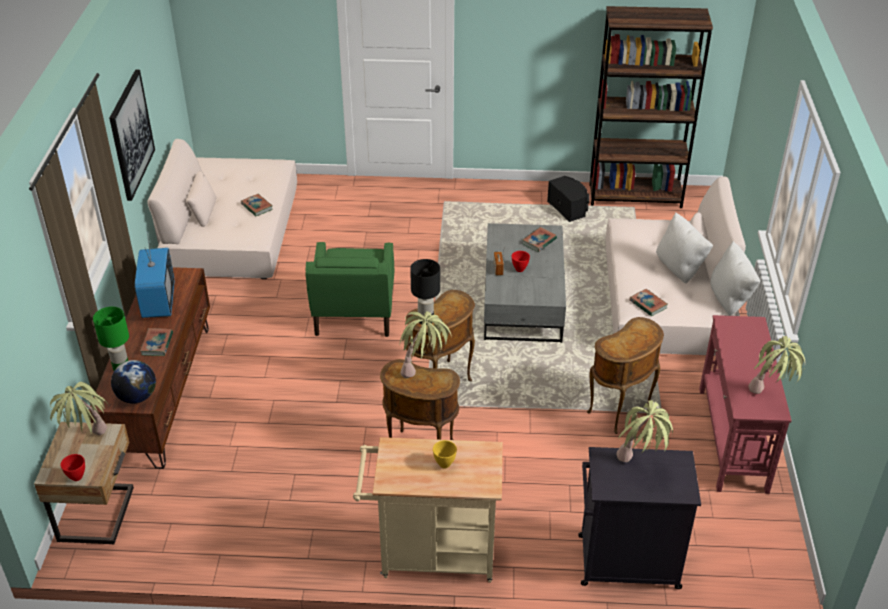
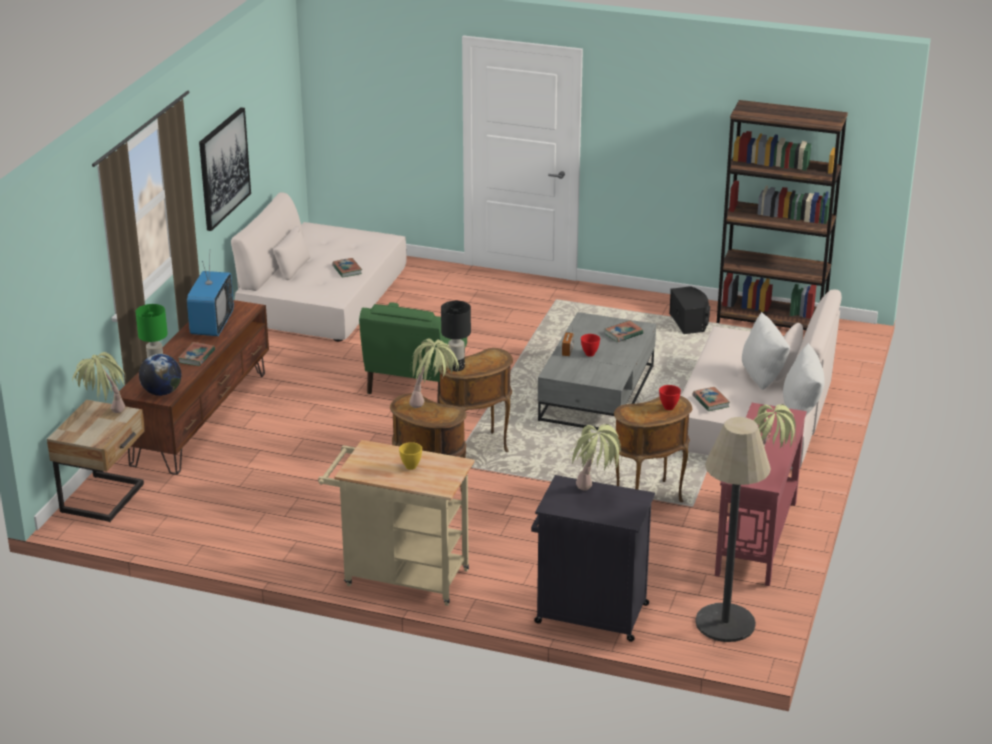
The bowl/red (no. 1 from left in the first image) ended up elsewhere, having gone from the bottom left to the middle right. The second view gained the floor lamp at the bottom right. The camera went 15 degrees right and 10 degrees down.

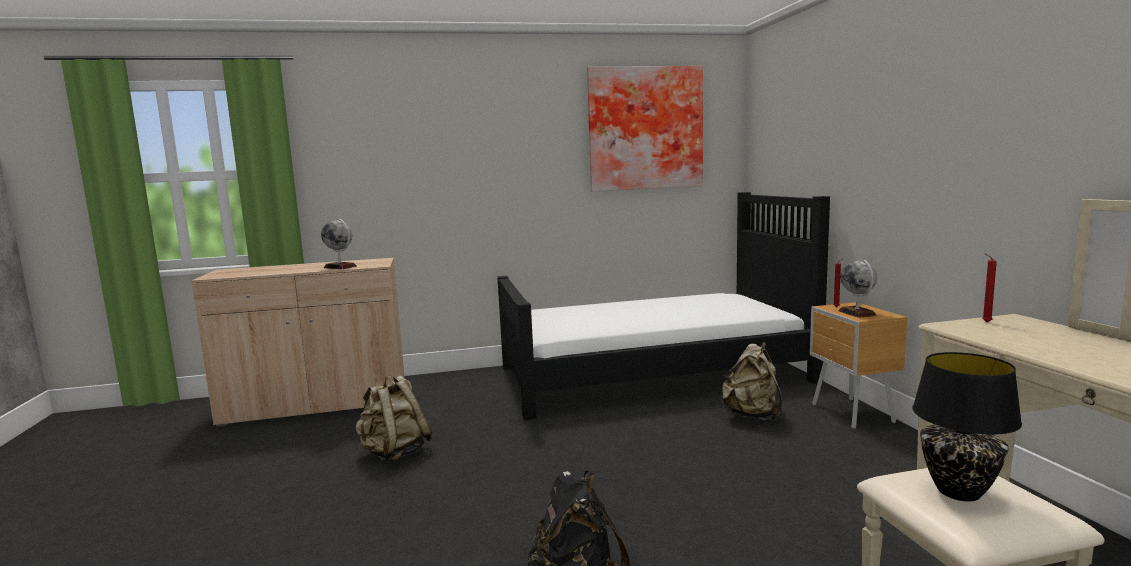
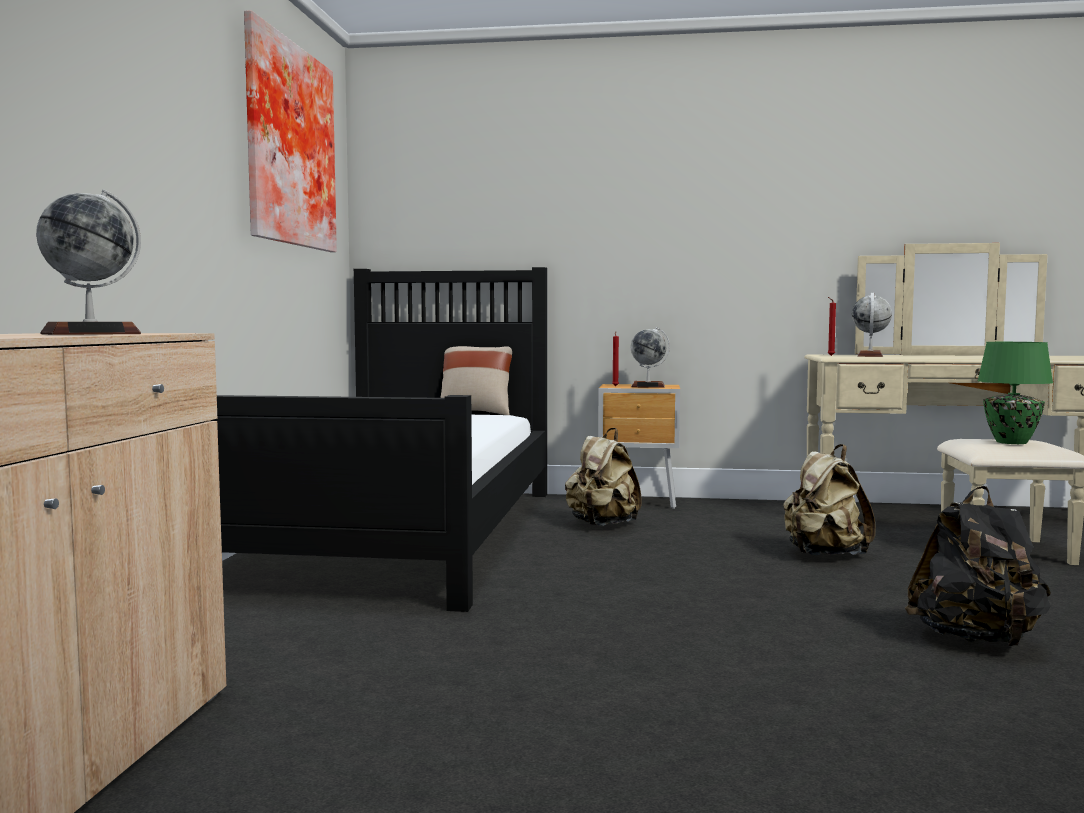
The second view gained the pillow/beige at the centre. The backpack/beige (no. 1 from left in the first image) ended up elsewhere, having gone from the bottom centre to the middle right. The second view gained the globe (no. 3 from left) at the middle right. What was the table lamp/black at the bottom right turned into the table lamp/green at the middle right. The camera went 70 degrees left and 5 degrees down.

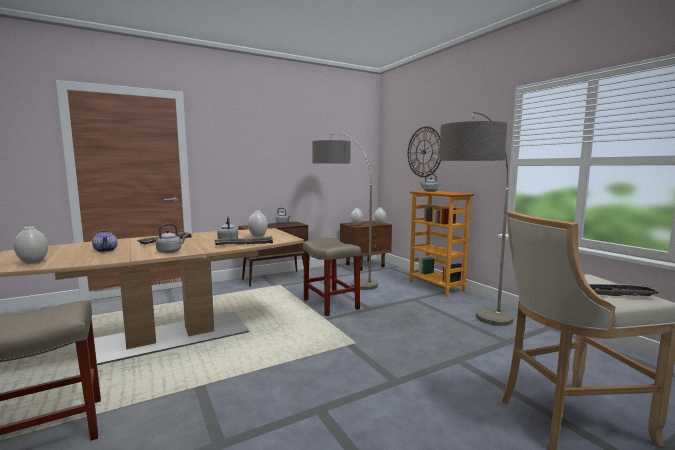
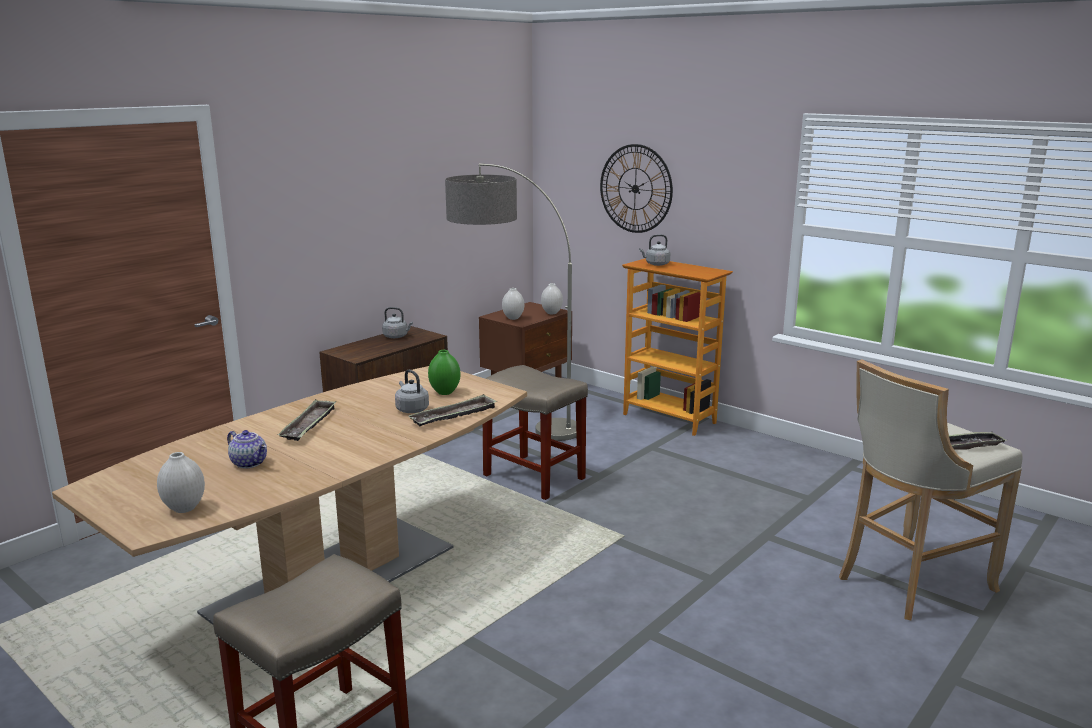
What was the vase/white (no. 2 from left) at the centre turned into the vase/green at the centre. The second view lost the kettle/grey (no. 1 from left) at the middle left. The second view lost the floor lamp (no. 2 from left) at the middle right. The camera went 20 degrees left and 10 degrees up.

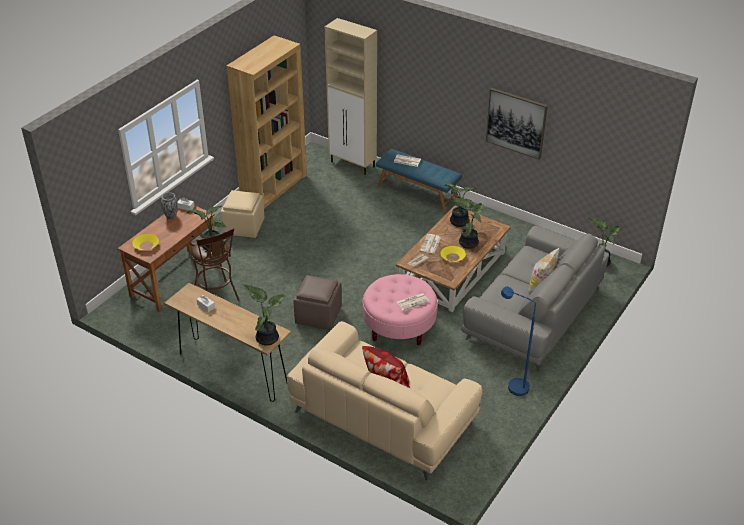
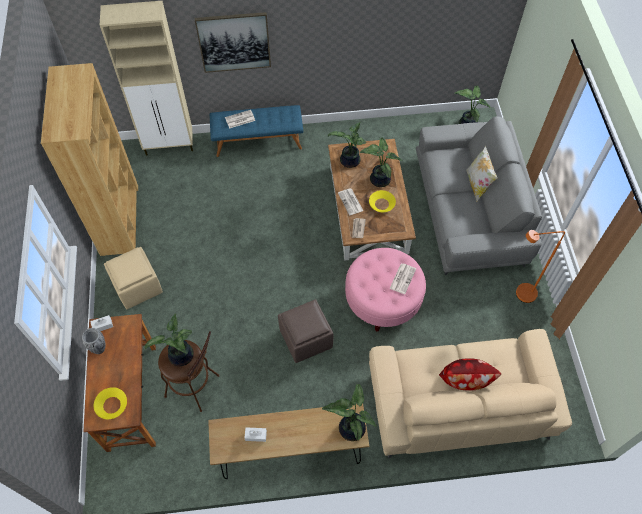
The picture ended up elsewhere, having gone from the top right to the top centre. What was the floor lamp/blue at the middle right turned into the floor lamp/orange at the middle right. The camera went 40 degrees left and 20 degrees up.

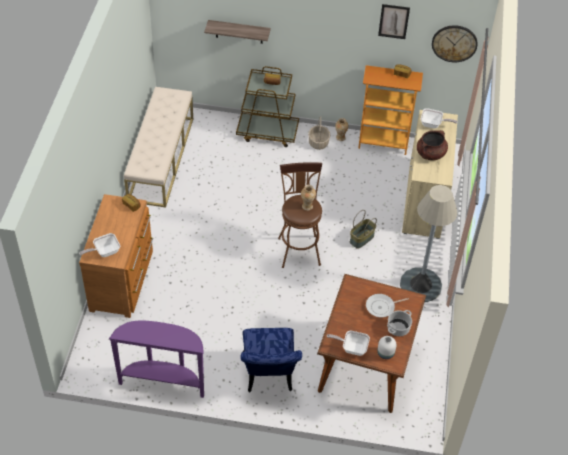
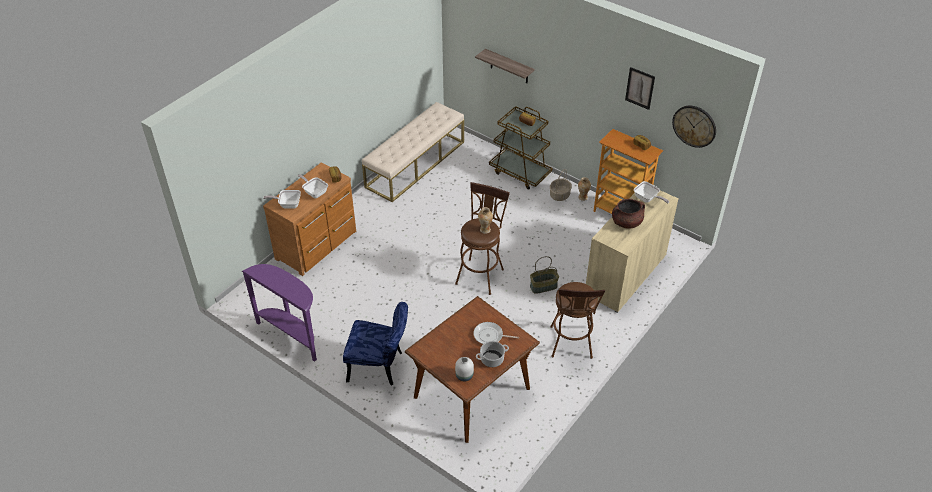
The frying pan (no. 2 from left) ended up elsewhere, having gone from the bottom centre to the centre. The chair/blue at the bottom centre ended up facing another way, 105 degrees counterclockwise from before. Where the floor lamp/grey stood at the middle right, the stool/brown (no. 2 from left) came to stand at the centre. The camera went 30 degrees right and 5 degrees down.

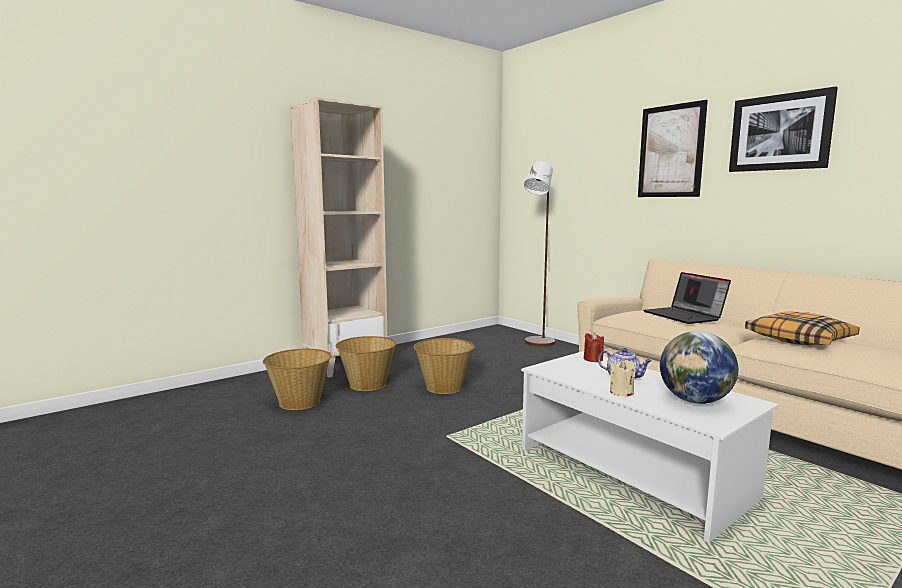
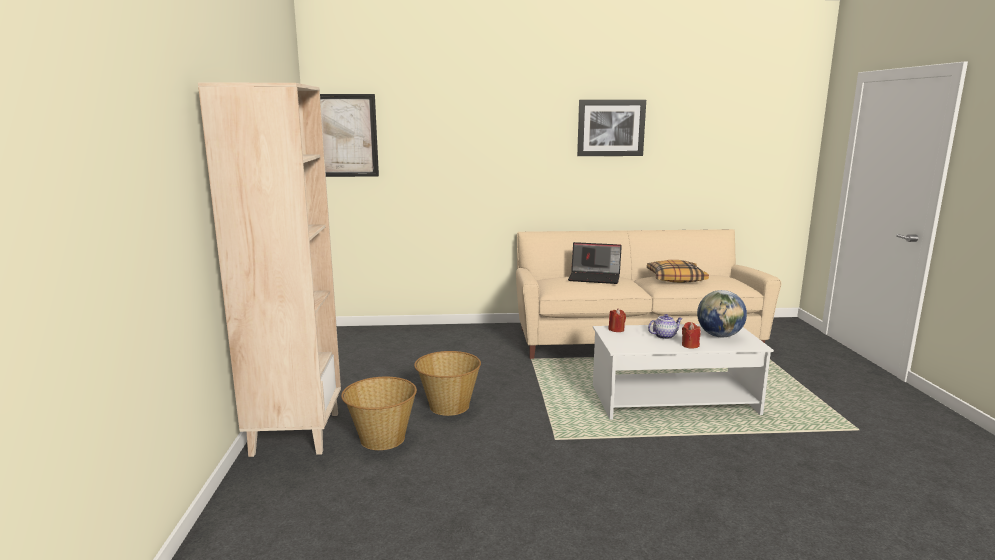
The picture (no. 1 from left) ended up elsewhere, having gone from the top right to the top centre. What was the candle/beige at the middle right turned into the candle/red (no. 2 from left) at the middle right. The second view lost the basket (no. 1 from left) at the middle left. The second view lost the floor lamp/brown at the centre. The camera went 55 degrees left and 5 degrees up.

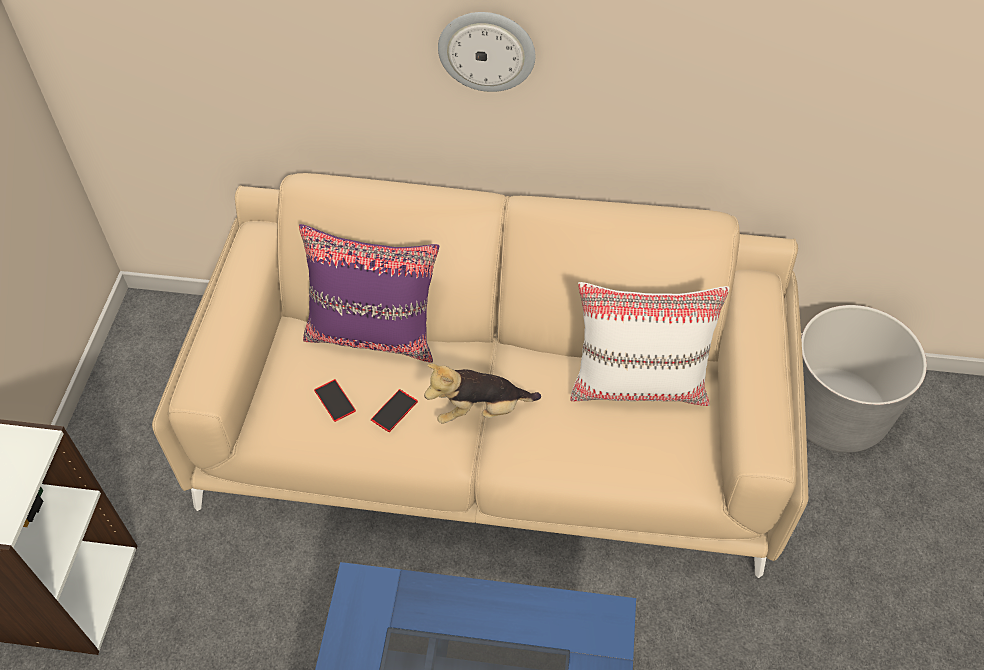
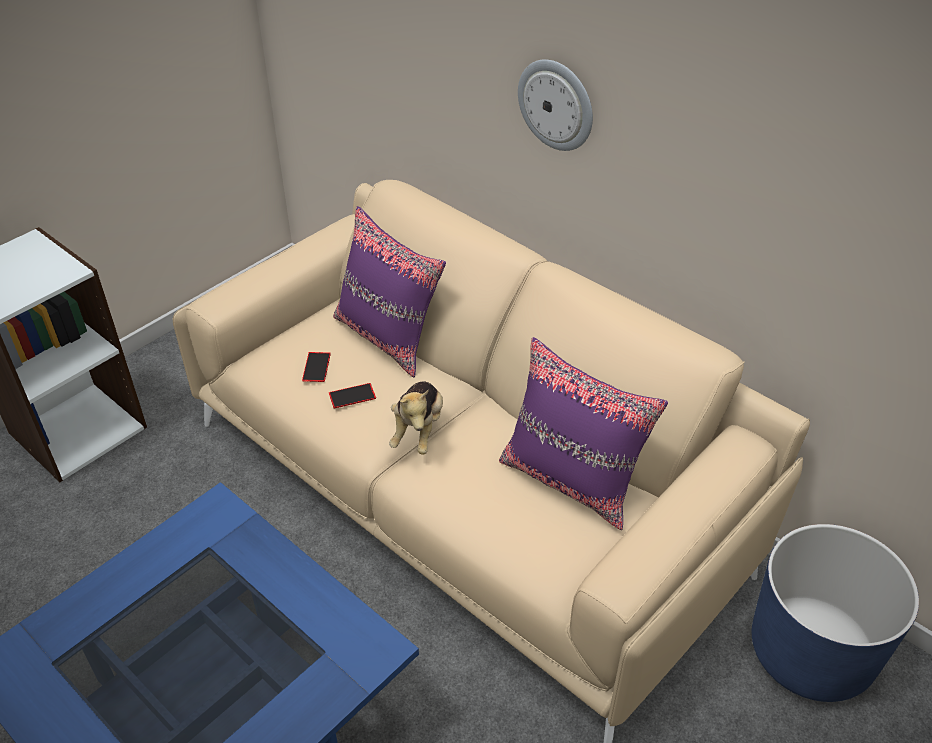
The plush toy at the centre ended up facing another way, 105 degrees counterclockwise from before. What was the pillow/white at the centre turned into the pillow/purple (no. 2 from left) at the centre. What was the planter/grey at the middle right turned into the planter/blue at the bottom right. The camera went 35 degrees right and 10 degrees down.

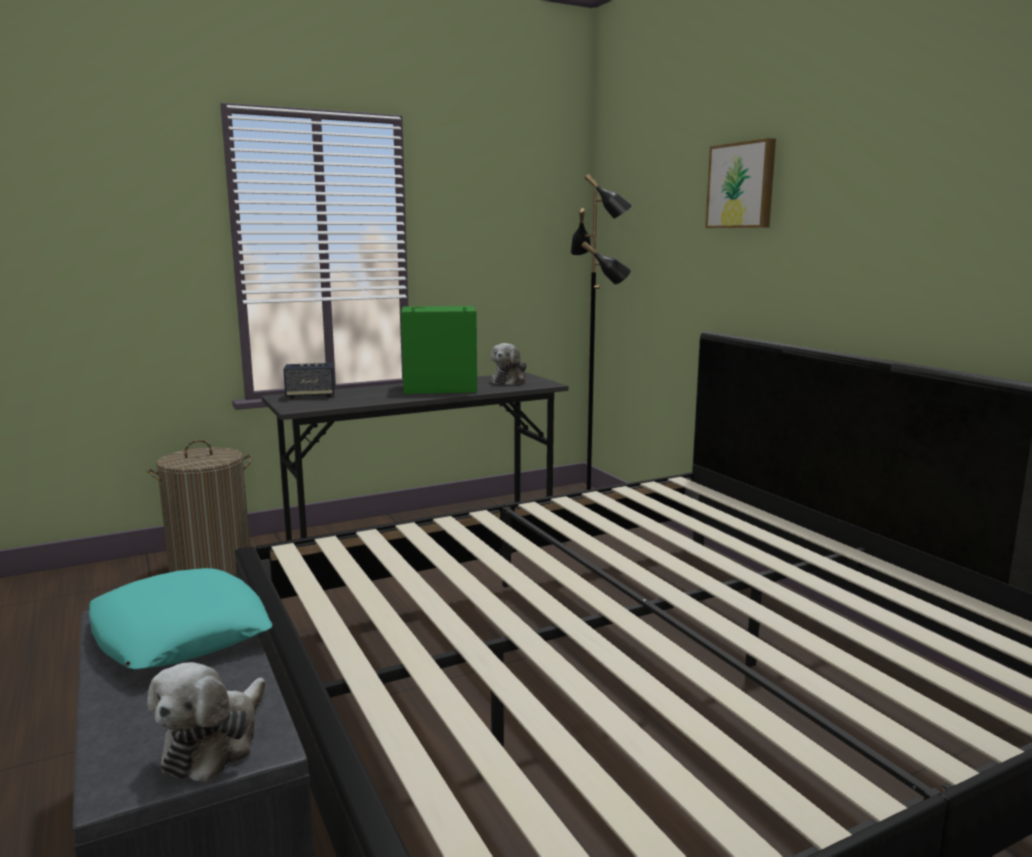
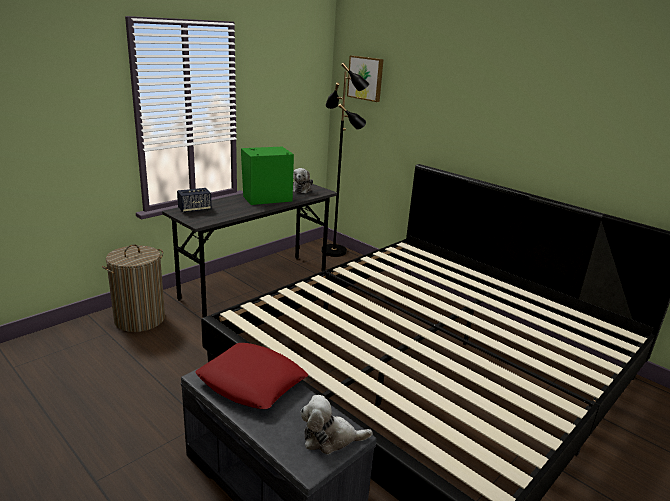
What was the pillow/turquoise at the bottom left turned into the pillow/red at the bottom centre. The plush toy (no. 1 from left in the first image) at the bottom left ended up facing another way, 90 degrees clockwise from before. The picture ended up elsewhere, having gone from the top right to the top centre. The camera went 20 degrees left and 10 degrees up.

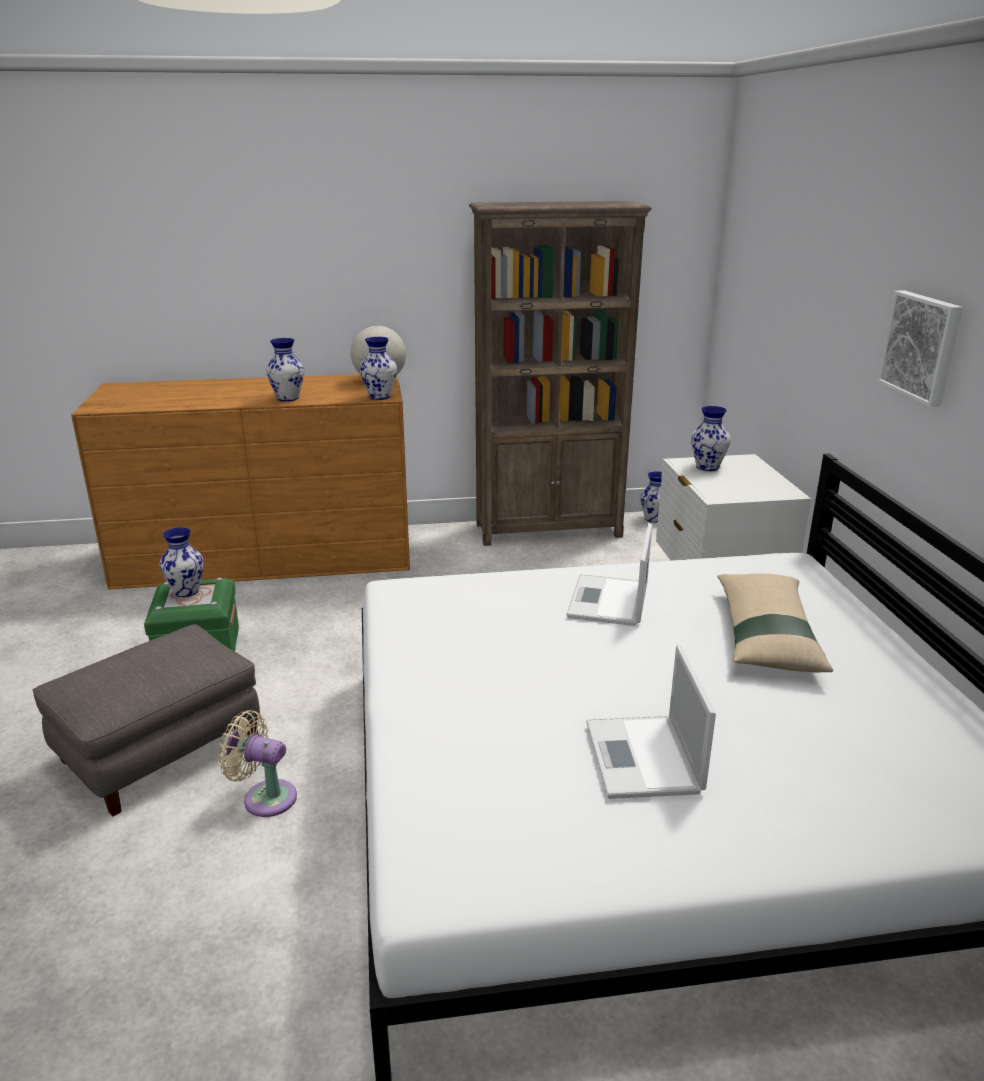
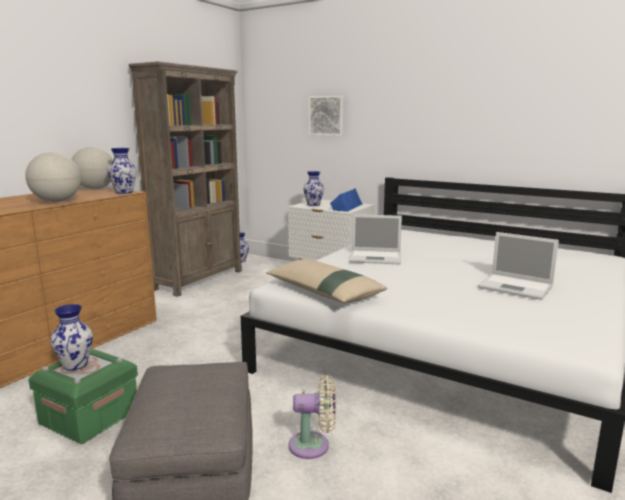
Where the vase (no. 2 from left) stood at the middle left, the globe (no. 1 from left) came to stand at the middle left. The pillow/beige ended up elsewhere, having gone from the middle right to the centre. The fan/beige at the bottom left ended up facing another way, 150 degrees counterclockwise from before. The picture ended up elsewhere, having gone from the top right to the top centre. The second view gained the speaker/blue at the centre. The laptop (no. 1 from left) at the centre ended up facing another way, 45 degrees counterclockwise from before. The camera went 50 degrees left and 10 degrees down.

